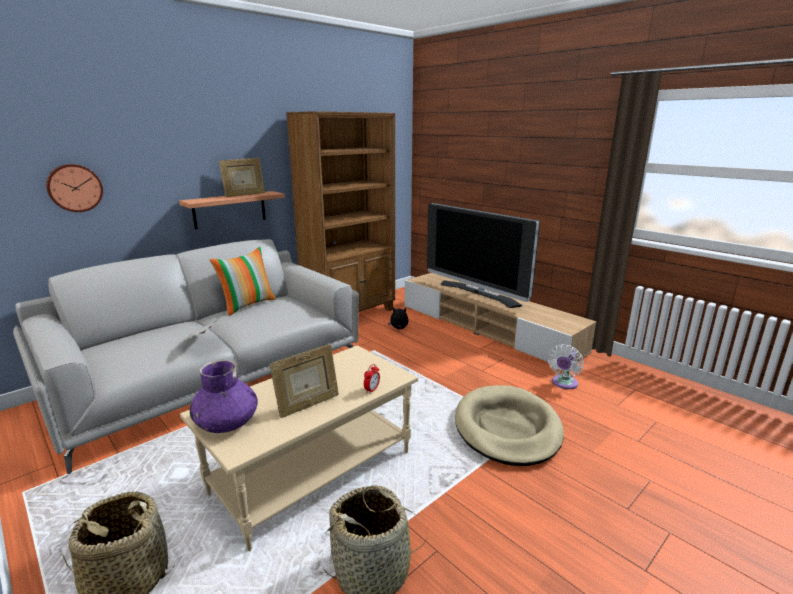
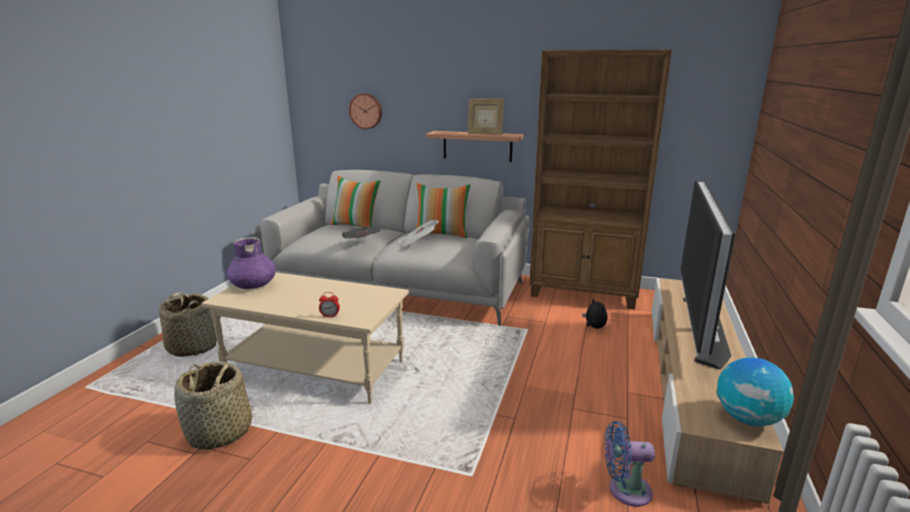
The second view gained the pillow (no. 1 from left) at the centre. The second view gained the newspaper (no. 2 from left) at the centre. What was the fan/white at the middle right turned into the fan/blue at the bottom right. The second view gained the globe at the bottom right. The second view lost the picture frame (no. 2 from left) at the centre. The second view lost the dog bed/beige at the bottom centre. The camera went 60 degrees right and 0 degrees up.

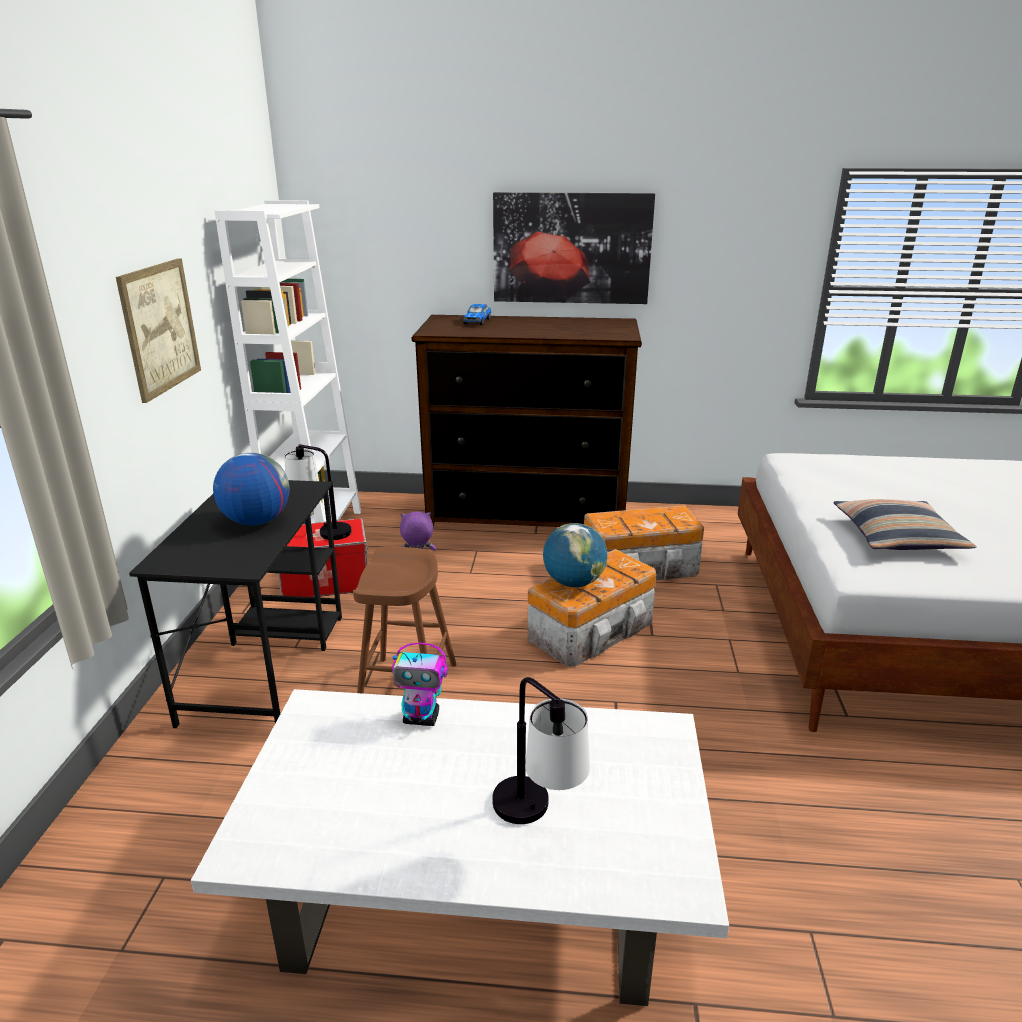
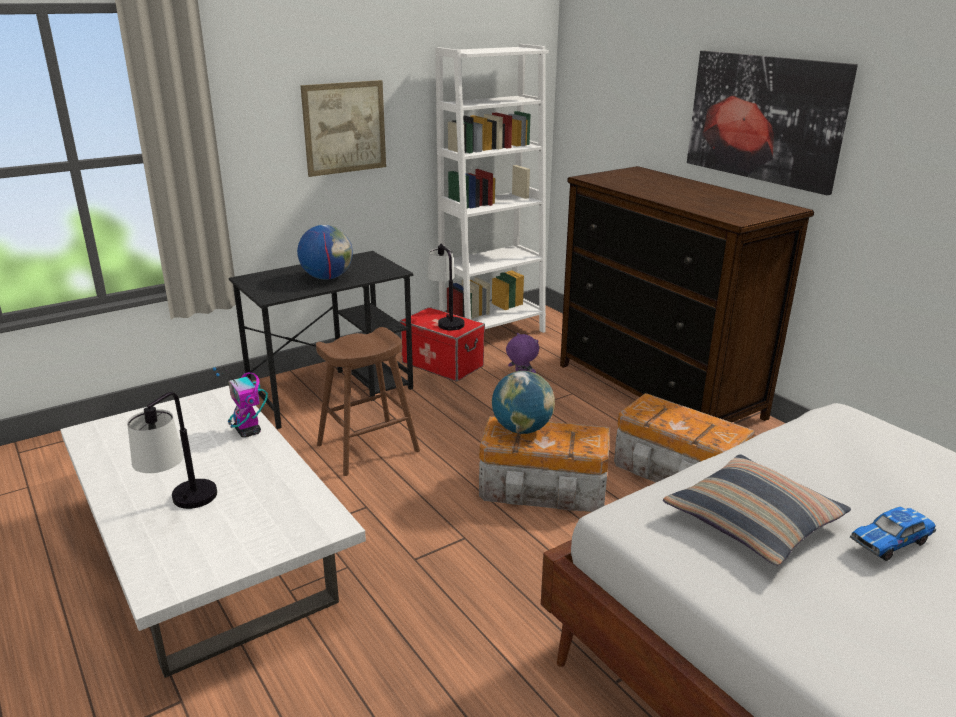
The toy car ended up elsewhere, having gone from the top centre to the bottom right. The camera went 50 degrees right and 0 degrees up.

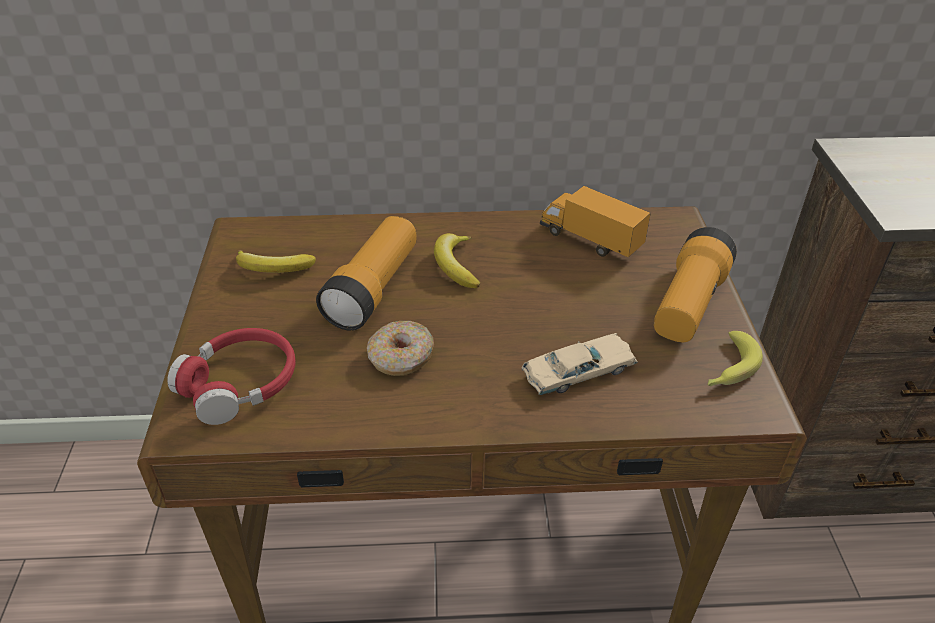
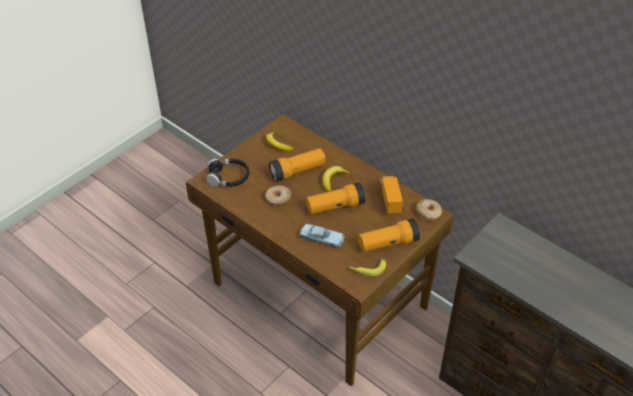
What was the headphones/red at the middle left turned into the headphones/black at the centre. What was the toy car/beige at the centre turned into the toy car/blue at the centre. The second view gained the flashlight (no. 2 from left) at the centre. The second view gained the donut (no. 2 from left) at the middle right. The camera went 45 degrees right and 5 degrees up.

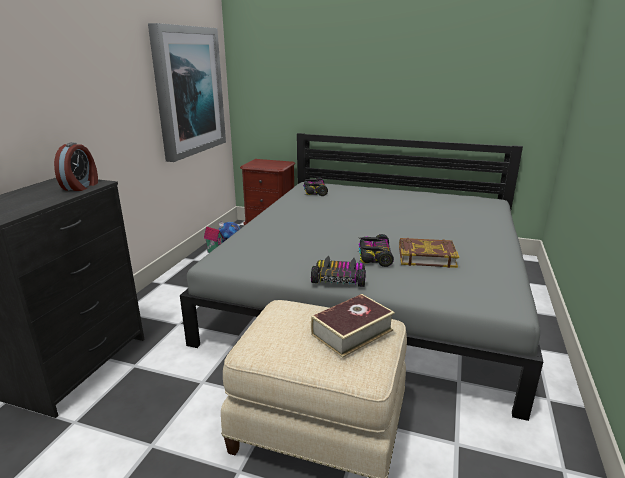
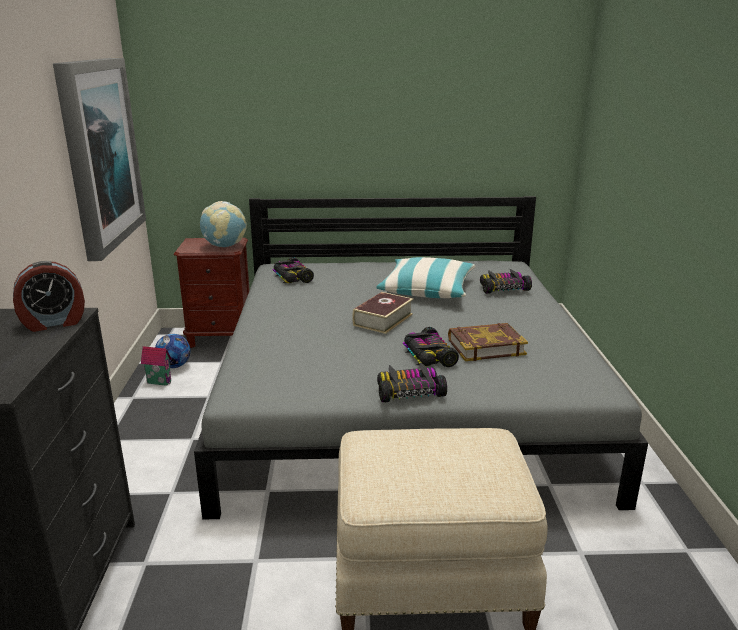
The alarm clock at the middle left ended up facing another way, 75 degrees clockwise from before. The second view gained the globe at the middle left. The book (no. 1 from left) ended up elsewhere, having gone from the bottom centre to the centre. The second view gained the pillow at the centre. The second view gained the toy car (no. 4 from left) at the middle right. The camera went 20 degrees left and 0 degrees up.

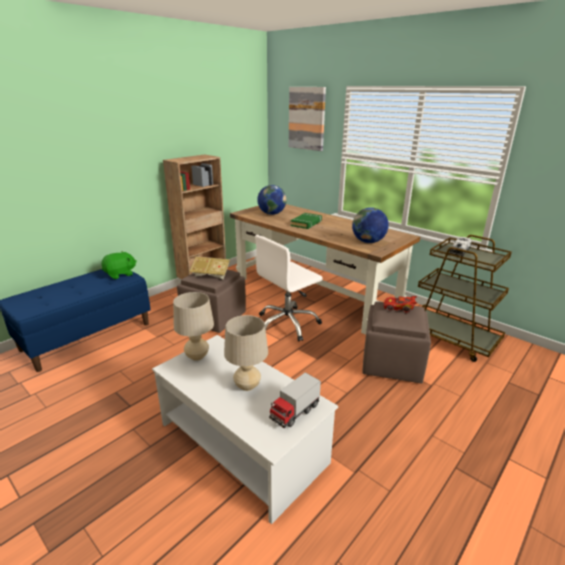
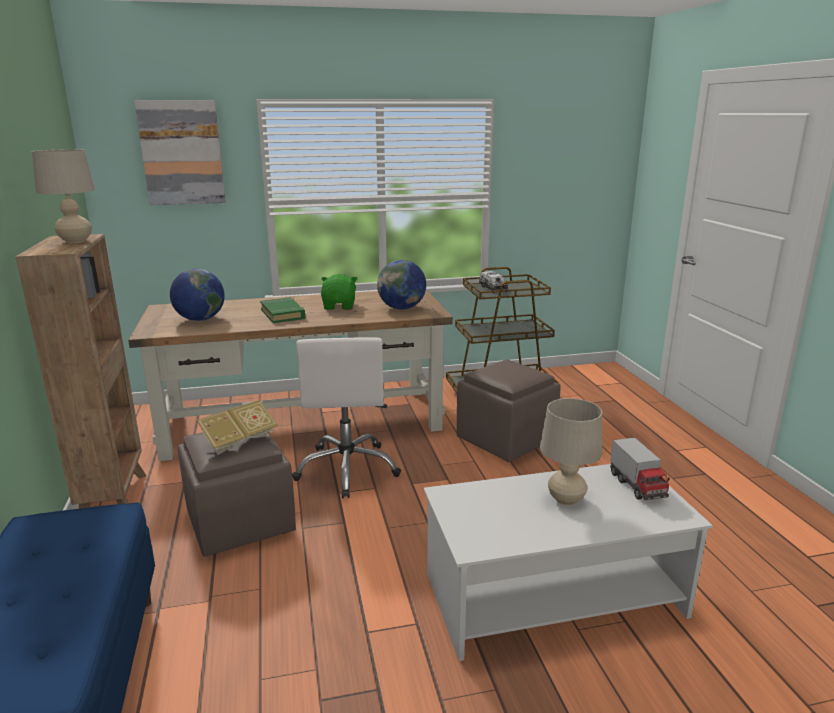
The table lamp/beige (no. 1 from left) ended up elsewhere, having gone from the centre to the top left. The plush toy/green ended up elsewhere, having gone from the middle left to the centre. The second view lost the toy car/red at the middle right. The camera went 55 degrees left and 5 degrees down.

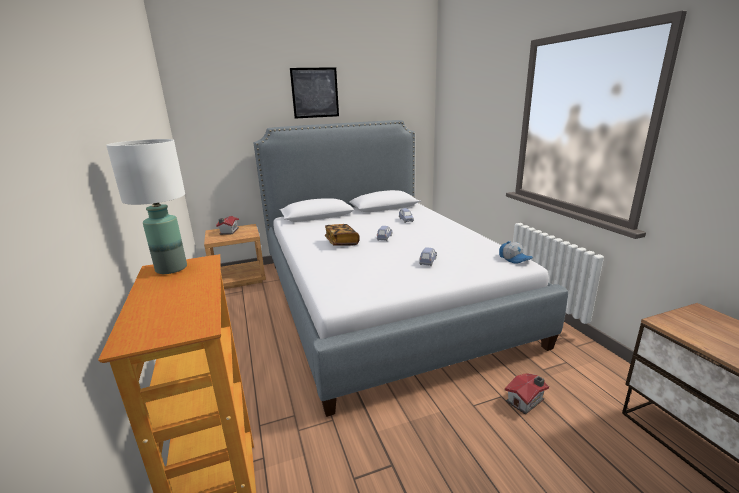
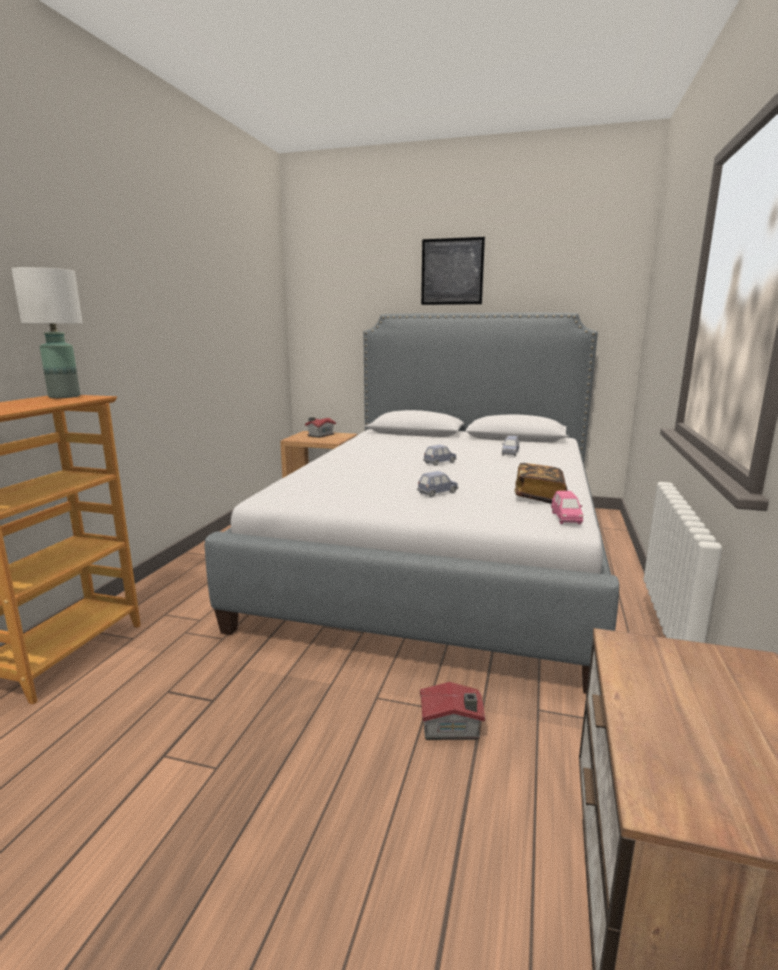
The book ended up elsewhere, having gone from the centre to the middle right. Where the cap stood at the middle right, the toy car/pink came to stand at the middle right. The camera went 35 degrees right and 5 degrees down.

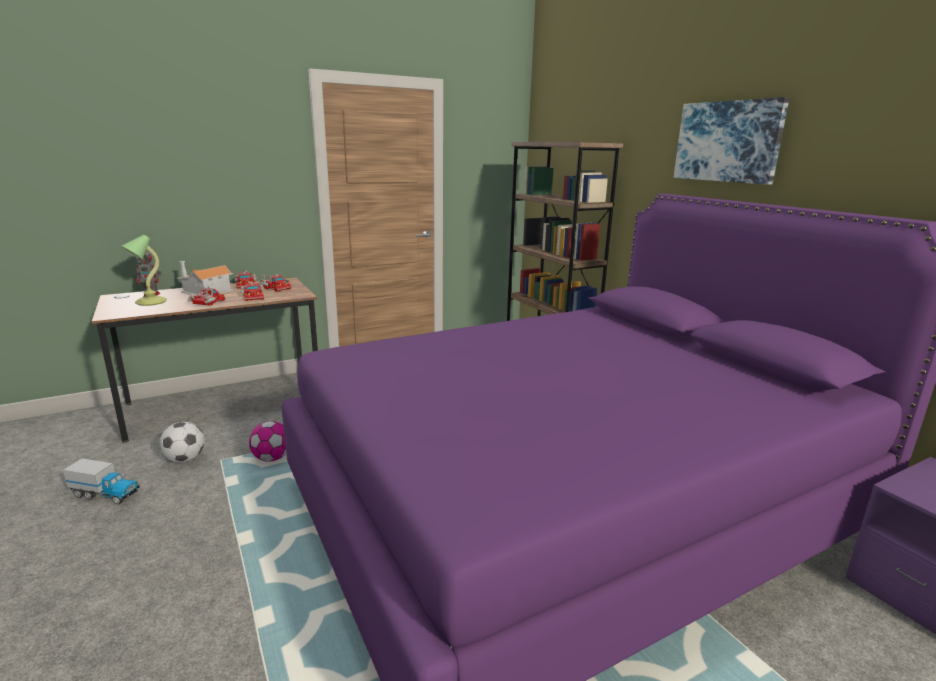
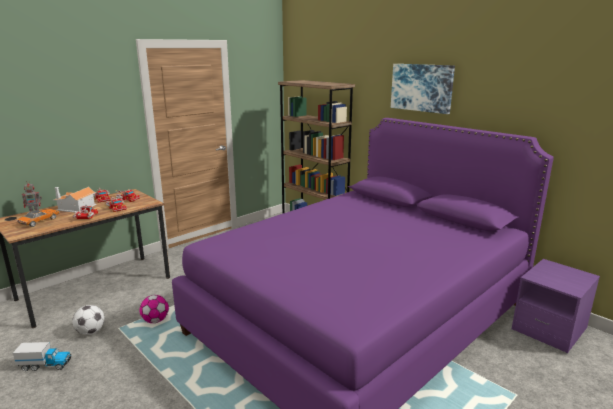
Where the table lamp stood at the middle left, the toy car came to stand at the middle left. The camera went 15 degrees left and 0 degrees up.

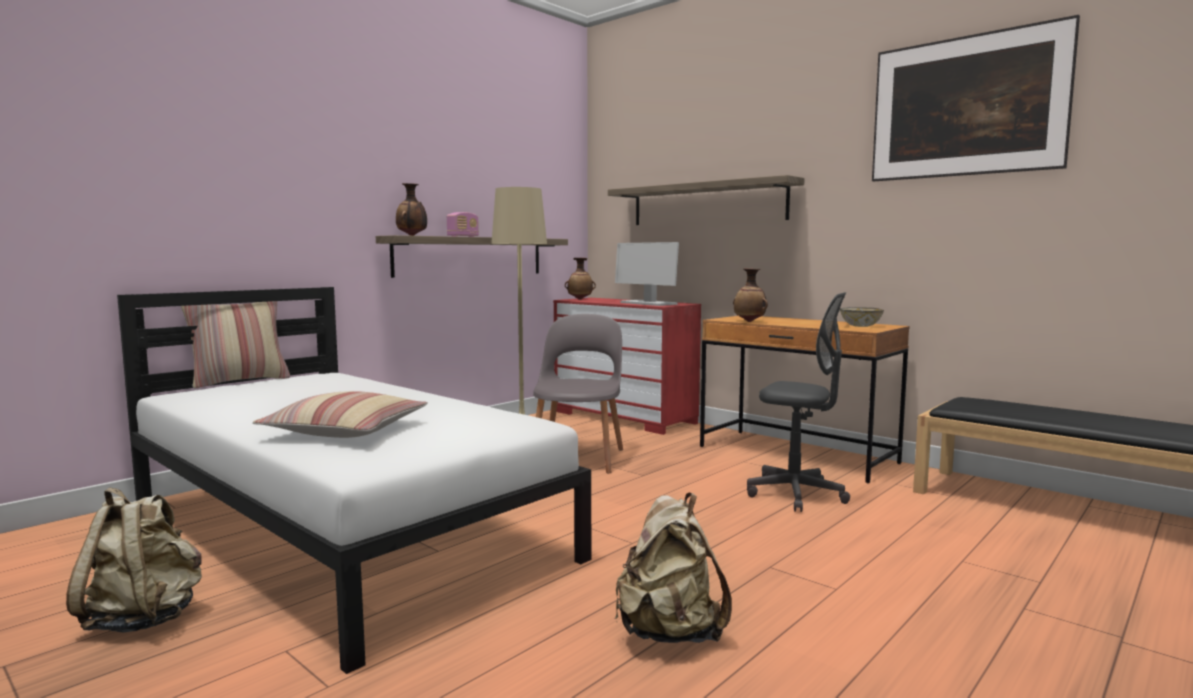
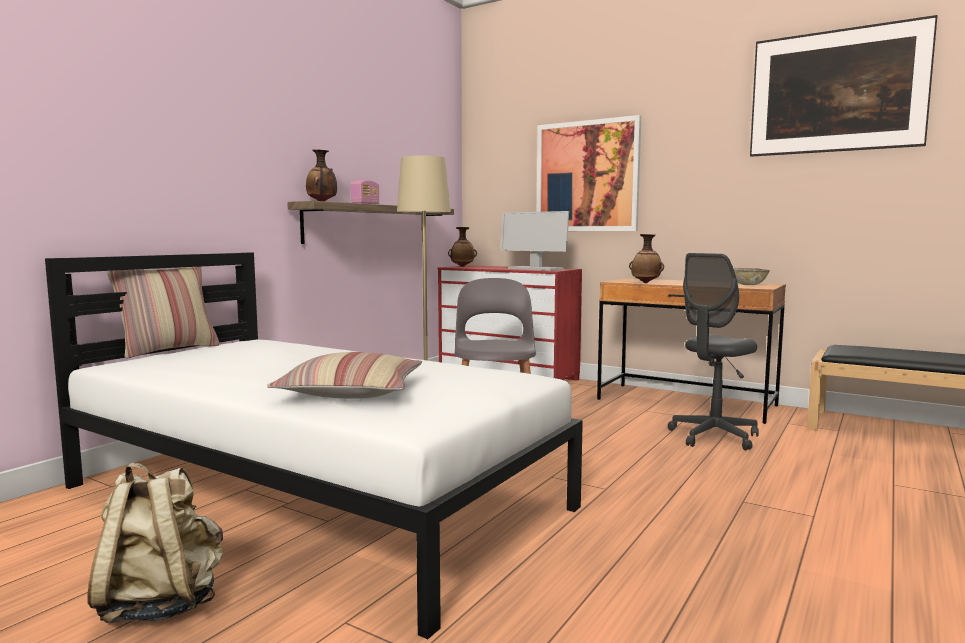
Where the shelf (no. 2 from left) hung at the top centre, the picture (no. 1 from left) came to hang at the top centre. The office chair/grey at the middle right ended up facing another way, 120 degrees clockwise from before. The second view lost the backpack/beige (no. 2 from left) at the bottom centre. The camera went 10 degrees left and 0 degrees up.

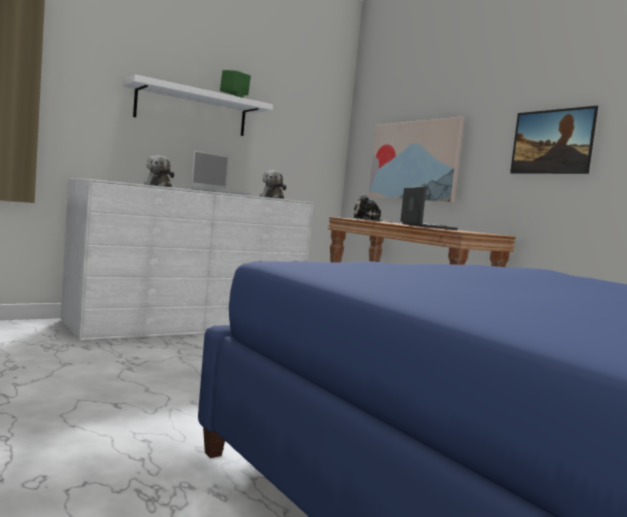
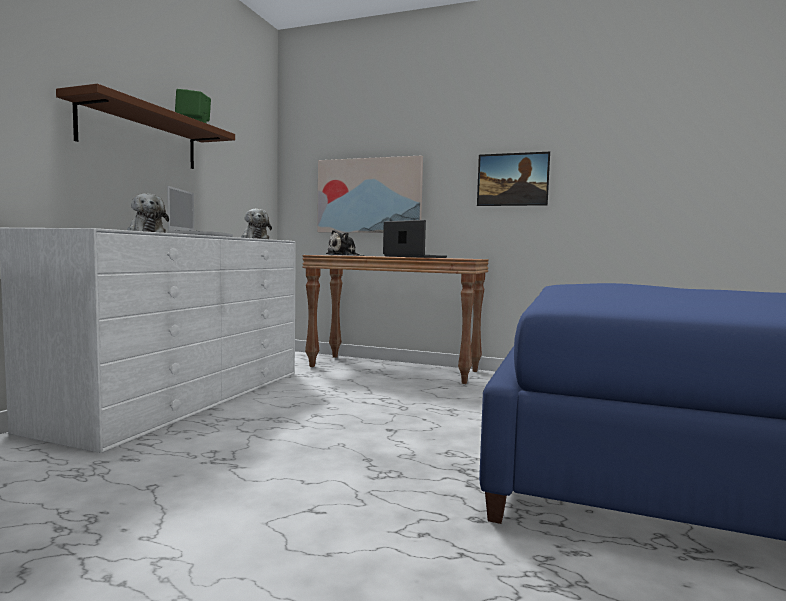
What was the shelf/white at the top left turned into the shelf/brown at the top left. The camera went 35 degrees left and 0 degrees up.

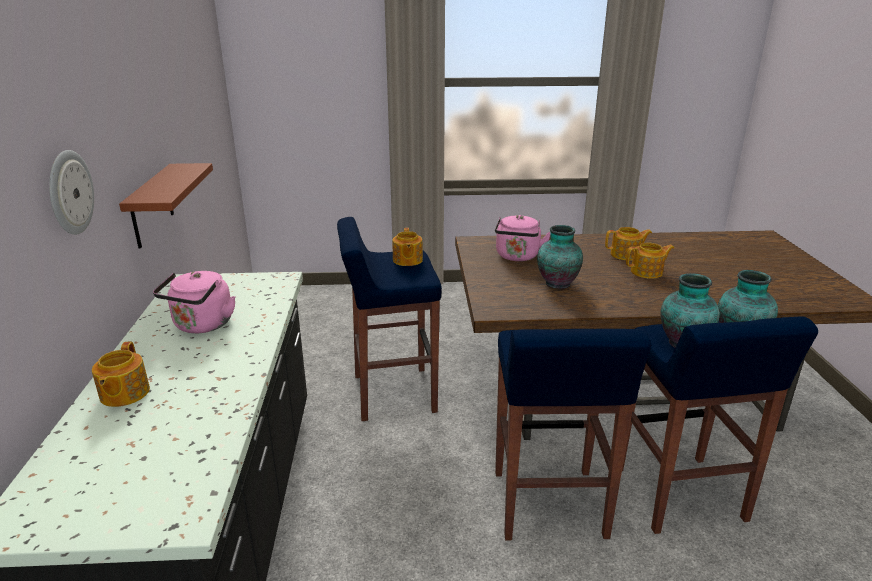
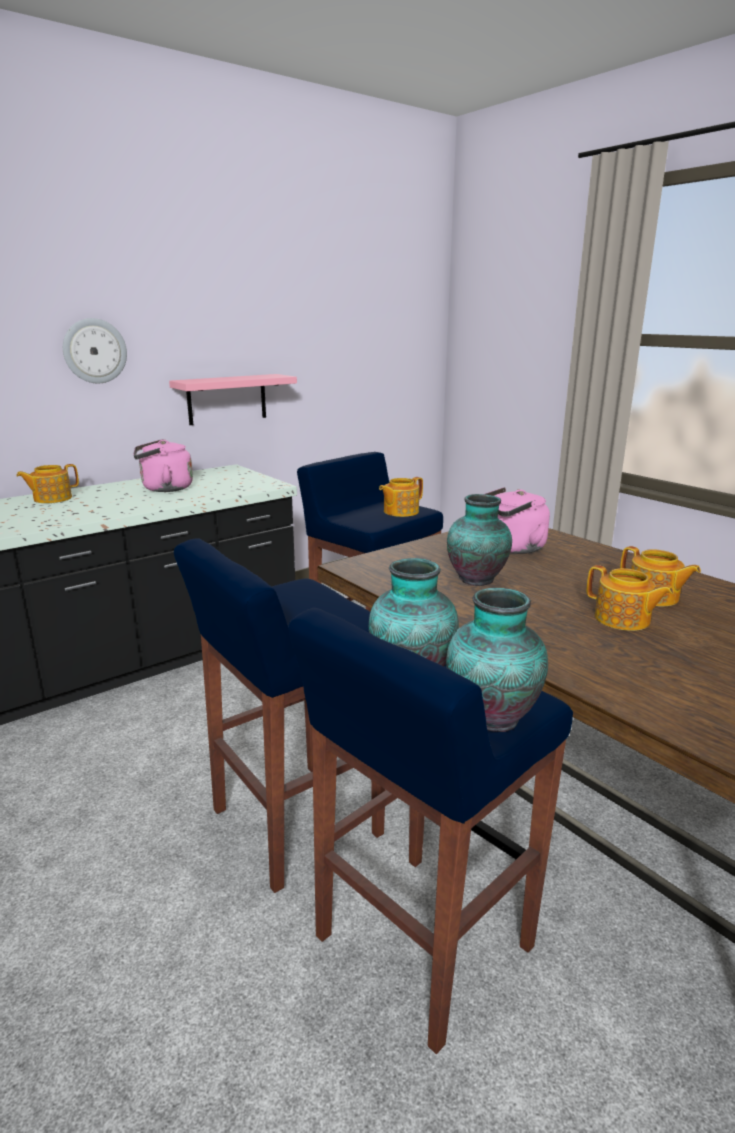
What was the shelf/brown at the middle left turned into the shelf/pink at the middle left. The camera went 55 degrees right and 5 degrees down.

